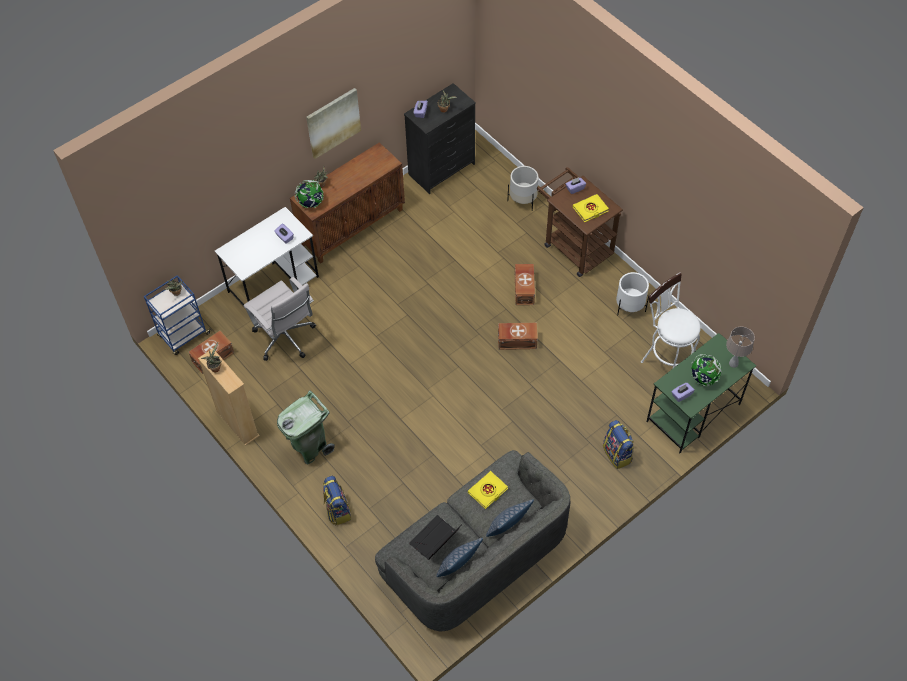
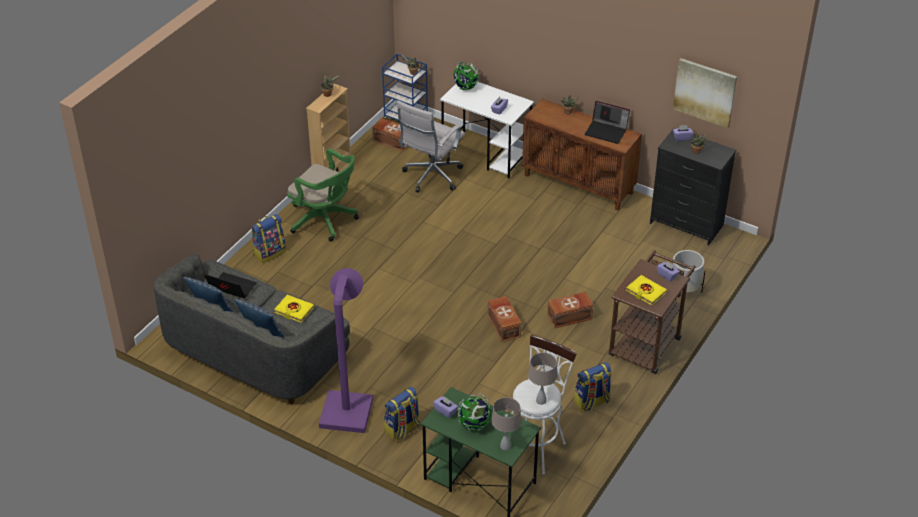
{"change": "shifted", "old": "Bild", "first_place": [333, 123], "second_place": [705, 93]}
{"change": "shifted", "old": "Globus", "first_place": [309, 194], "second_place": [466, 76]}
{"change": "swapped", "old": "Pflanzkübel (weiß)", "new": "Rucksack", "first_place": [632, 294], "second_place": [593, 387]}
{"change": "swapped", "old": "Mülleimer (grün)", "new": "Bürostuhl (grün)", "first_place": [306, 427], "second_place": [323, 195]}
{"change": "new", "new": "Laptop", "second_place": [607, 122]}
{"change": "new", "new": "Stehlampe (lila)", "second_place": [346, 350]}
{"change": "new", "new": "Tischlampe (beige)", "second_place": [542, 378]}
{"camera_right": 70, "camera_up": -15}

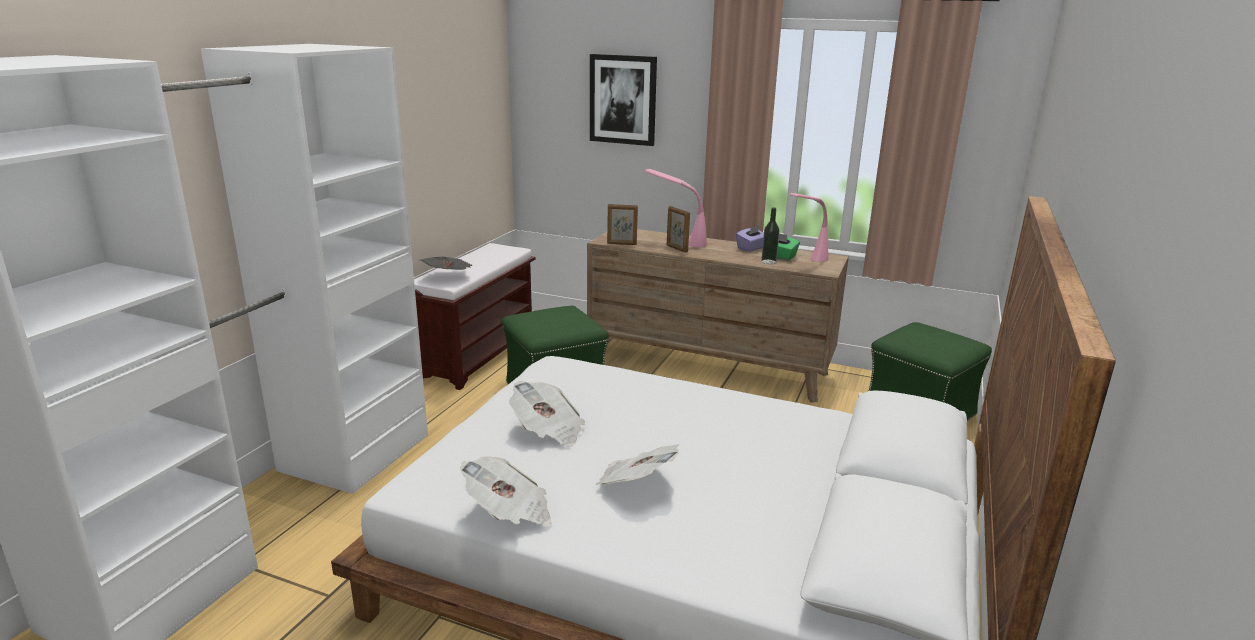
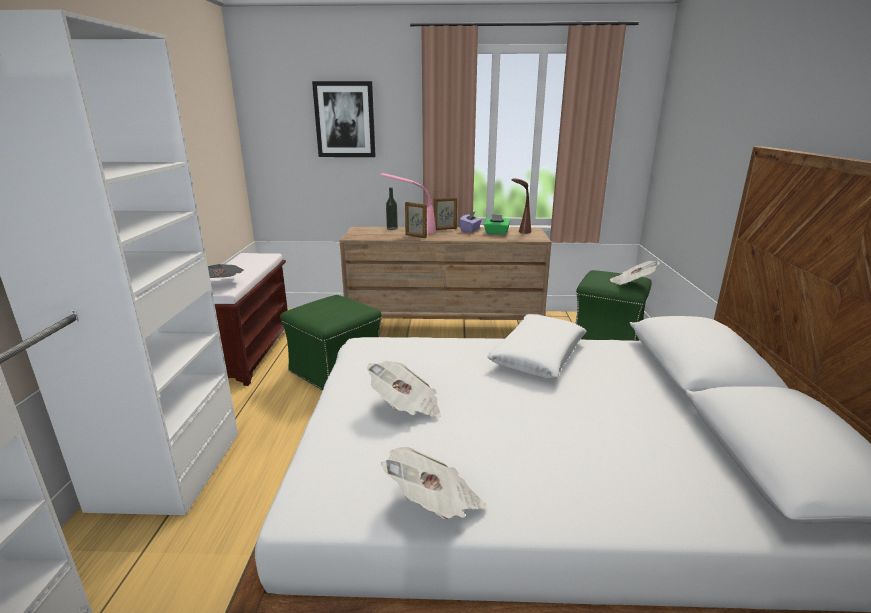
{"change": "repainted", "old": "Tischlampe (rosa)", "new": "Tischlampe (braun)", "first_place": [808, 227], "second_place": [521, 206]}
{"change": "shifted", "old": "Bilderrahmen", "first_place": [622, 224], "second_place": [445, 213]}
{"change": "shifted", "old": "Flasche", "first_place": [770, 236], "second_place": [392, 208]}
{"change": "shifted", "old": "Zeitung", "first_place": [637, 464], "second_place": [635, 273]}
{"change": "new", "new": "Kissen (weiß)", "second_place": [537, 346]}
{"camera_right": -20, "camera_up": 0}

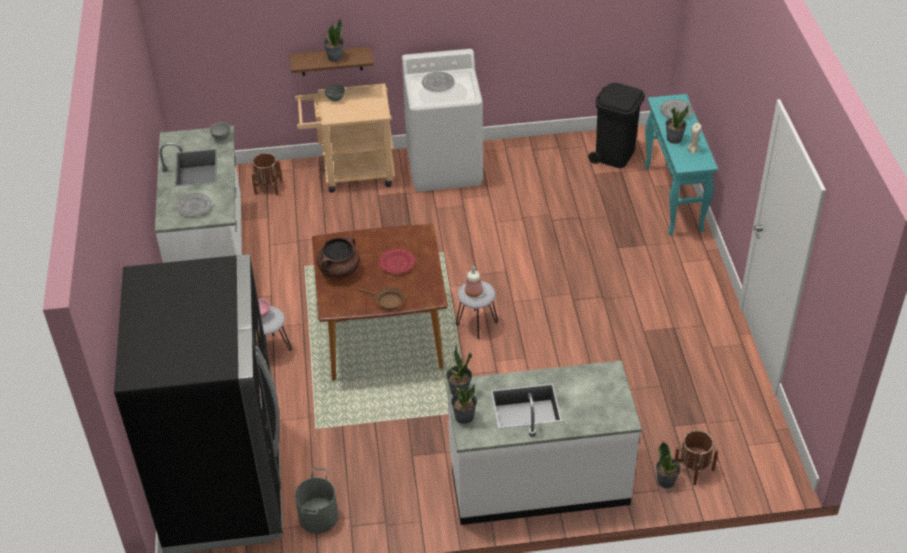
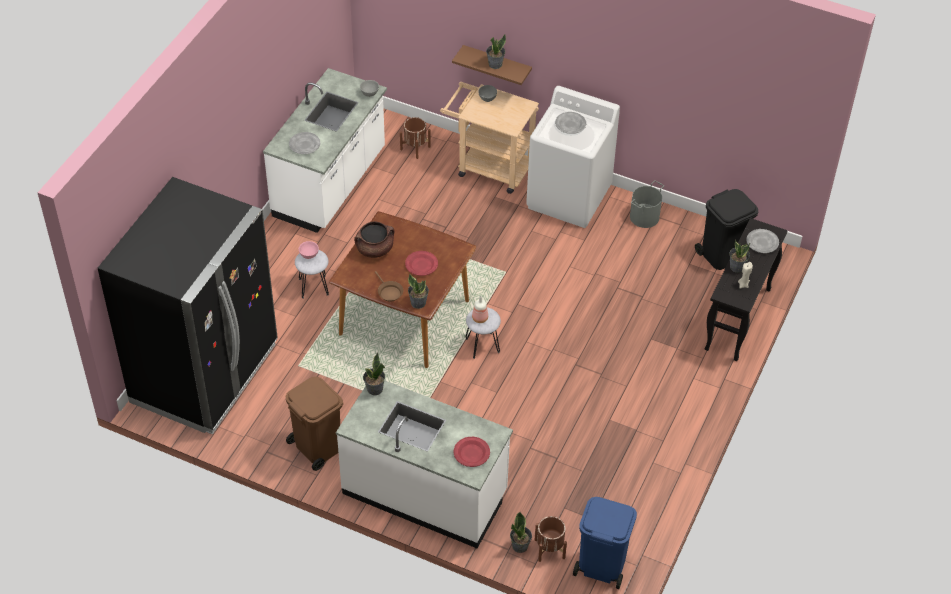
{"change": "repainted", "old": "Konsolentisch (türkis)", "new": "Konsolentisch (schwarz)", "first_place": [681, 164], "second_place": [746, 289]}
{"change": "shifted", "old": "Topfpflanze", "first_place": [464, 404], "second_place": [418, 291]}
{"change": "shifted", "old": "Eimer (grau)", "first_place": [316, 501], "second_place": [647, 204]}
{"change": "new", "new": "Mülleimer (braun)", "second_place": [314, 424]}
{"change": "new", "new": "Teller (rot)", "second_place": [472, 452]}
{"change": "new", "new": "Mülleimer (blau)", "second_place": [605, 543]}
{"camera_right": 30, "camera_up": 5}

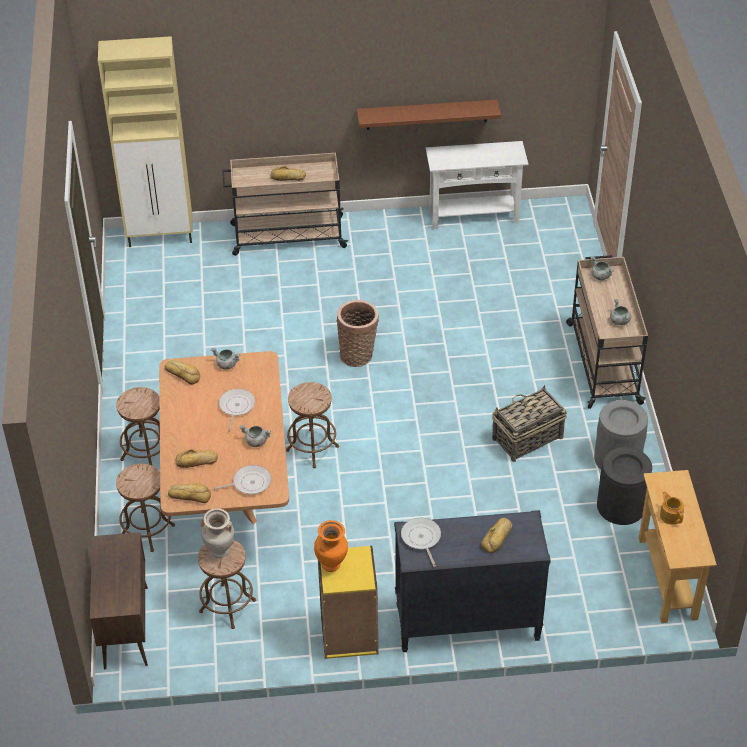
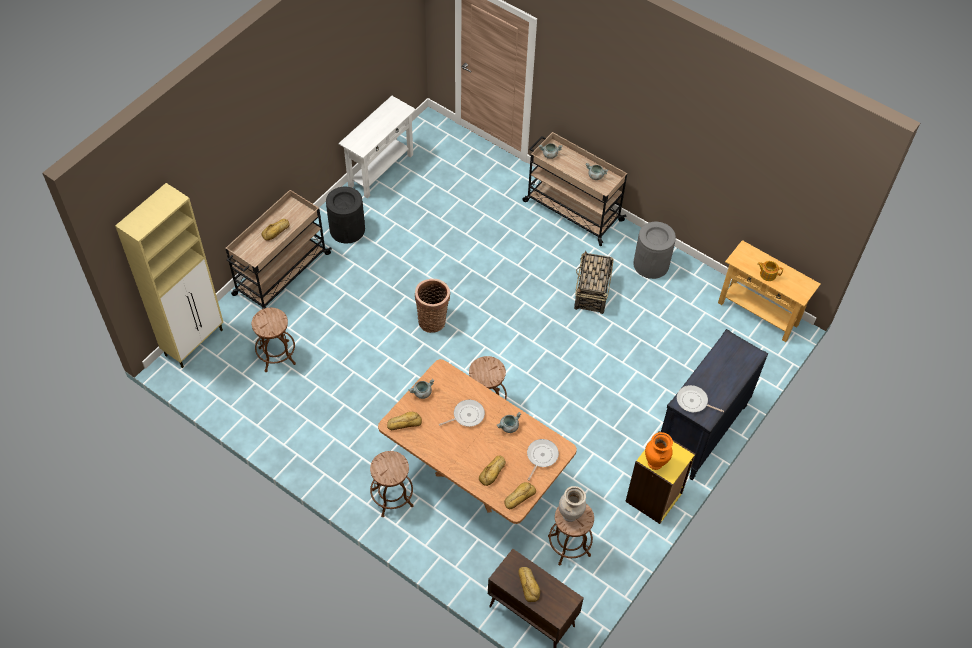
{"change": "gone", "old": "Wandregal (braun)", "first_place": [429, 115]}
{"change": "rotated", "old": "Pfanne", "first_place": [237, 410], "second_place": [462, 413], "degrees": 105}
{"change": "shifted", "old": "Mülleimer (schwarz)", "first_place": [624, 486], "second_place": [345, 215]}
{"change": "shifted", "old": "Hocker (braun)", "first_place": [145, 508], "second_place": [274, 340]}
{"change": "shifted", "old": "Brot", "first_place": [496, 535], "second_place": [529, 584]}
{"camera_right": -50, "camera_up": 10}

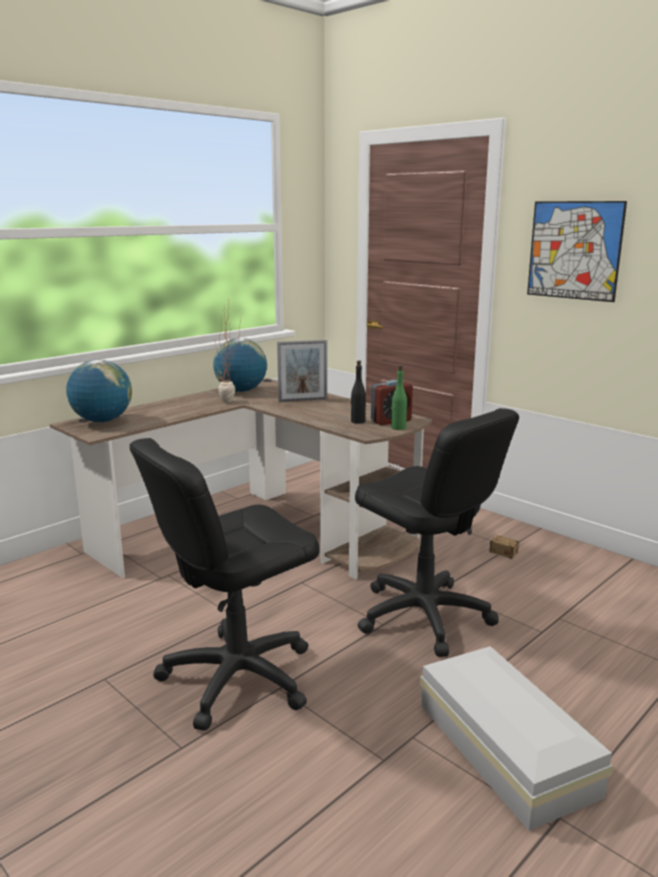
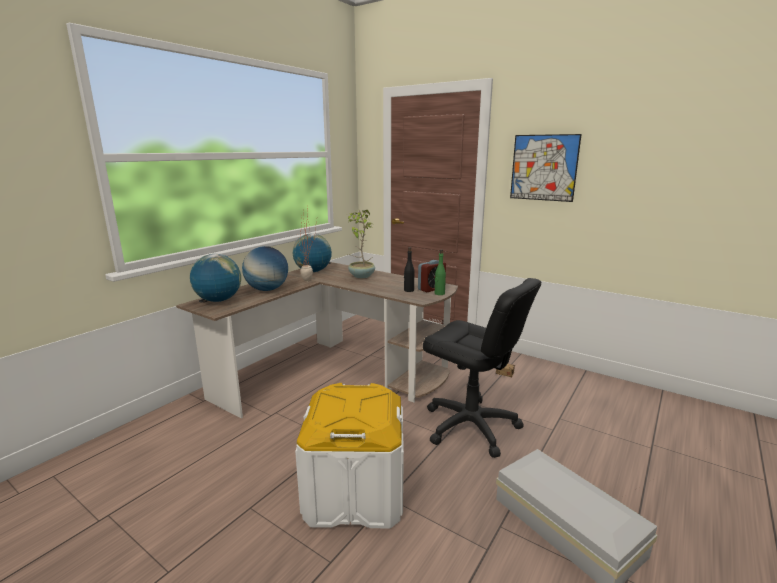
{"change": "swapped", "old": "Bilderrahmen", "new": "Topfpflanze", "first_place": [302, 371], "second_place": [360, 244]}
{"change": "swapped", "old": "Bürostuhl (schwarz)", "new": "Aufbewahrungsbox (weiß)", "first_place": [225, 584], "second_place": [349, 456]}
{"change": "new", "new": "Globus", "second_place": [265, 268]}
{"camera_right": -10, "camera_up": 0}

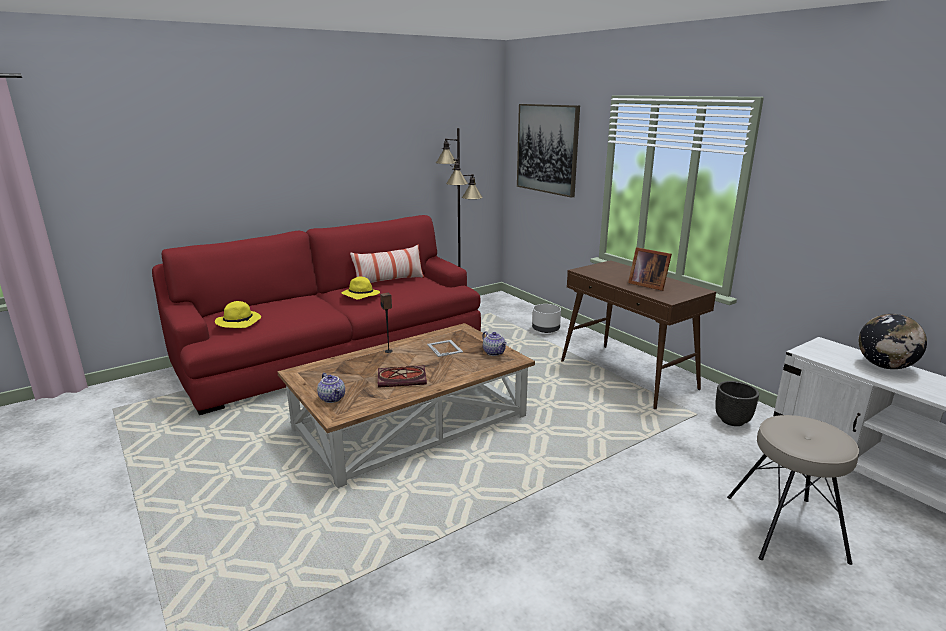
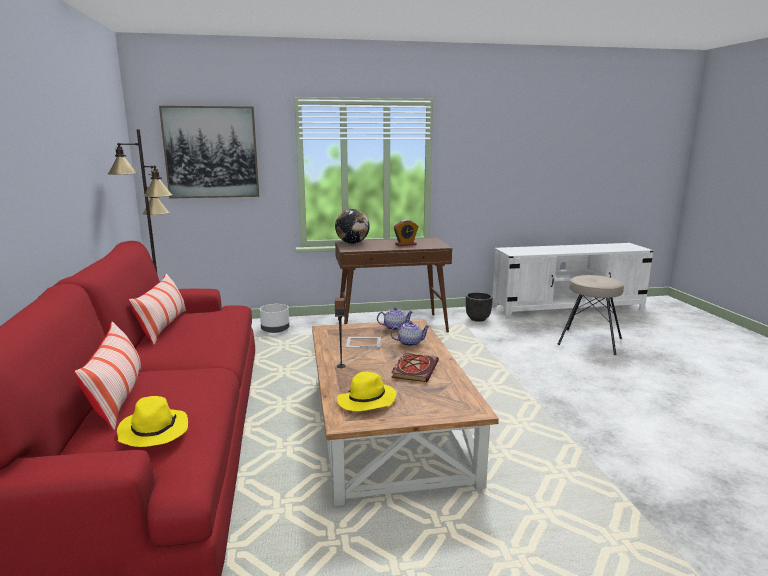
{"change": "swapped", "old": "Bilderrahmen", "new": "Wecker", "first_place": [650, 269], "second_place": [406, 233]}
{"change": "shifted", "old": "Hut (gelb)", "first_place": [361, 288], "second_place": [367, 391]}
{"change": "shifted", "old": "Globus", "first_place": [893, 341], "second_place": [352, 226]}
{"change": "shifted", "old": "Teekanne", "first_place": [331, 388], "second_place": [410, 333]}
{"change": "new", "new": "Kissen", "second_place": [108, 375]}
{"camera_right": -65, "camera_up": -5}

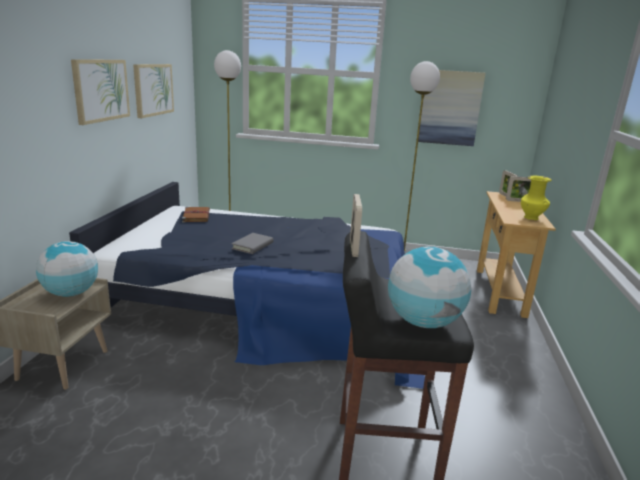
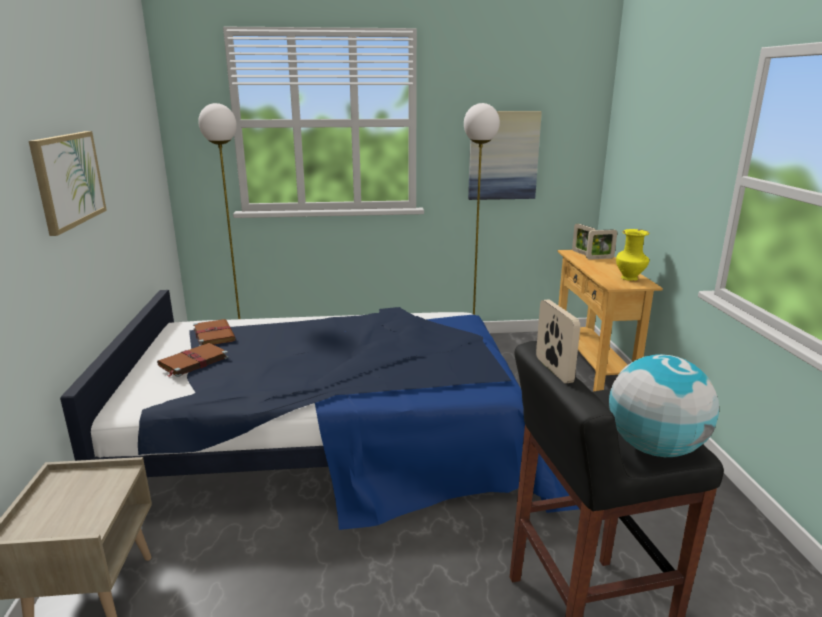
{"change": "gone", "old": "Bild", "first_place": [153, 91]}
{"change": "gone", "old": "Buch (grau)", "first_place": [252, 243]}
{"change": "gone", "old": "Globus", "first_place": [67, 269]}
{"change": "new", "new": "Buch (braun)", "second_place": [193, 360]}
{"camera_right": -15, "camera_up": 0}

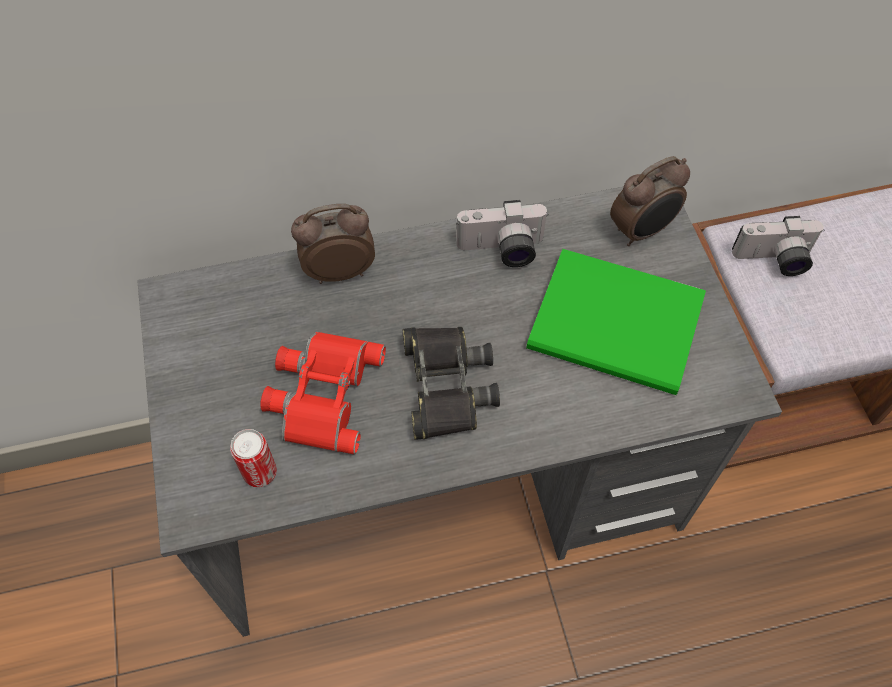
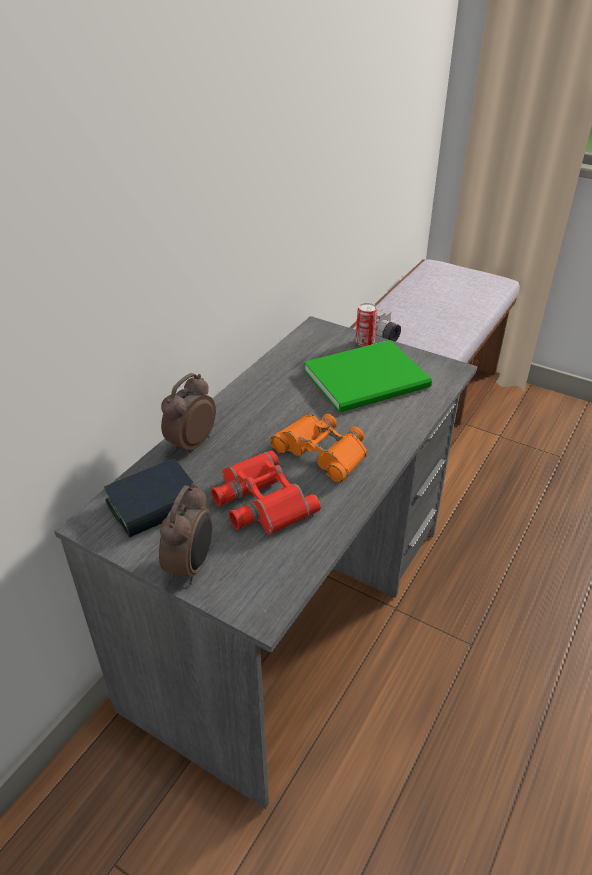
{"change": "shifted", "old": "Wecker", "first_place": [650, 201], "second_place": [185, 534]}
{"change": "gone", "old": "Kamera", "first_place": [502, 233]}
{"change": "repainted", "old": "Fernglas (schwarz)", "new": "Fernglas (orange)", "first_place": [451, 383], "second_place": [318, 448]}
{"change": "shifted", "old": "Dose", "first_place": [253, 458], "second_place": [366, 324]}
{"change": "new", "new": "Buch", "second_place": [150, 497]}
{"camera_right": -45, "camera_up": -20}

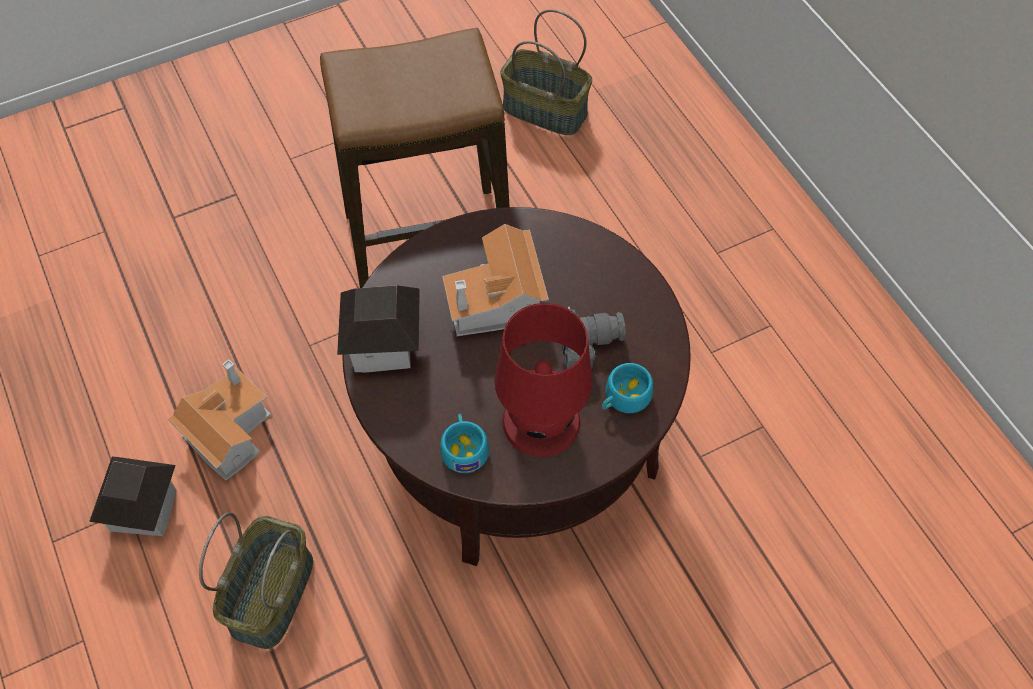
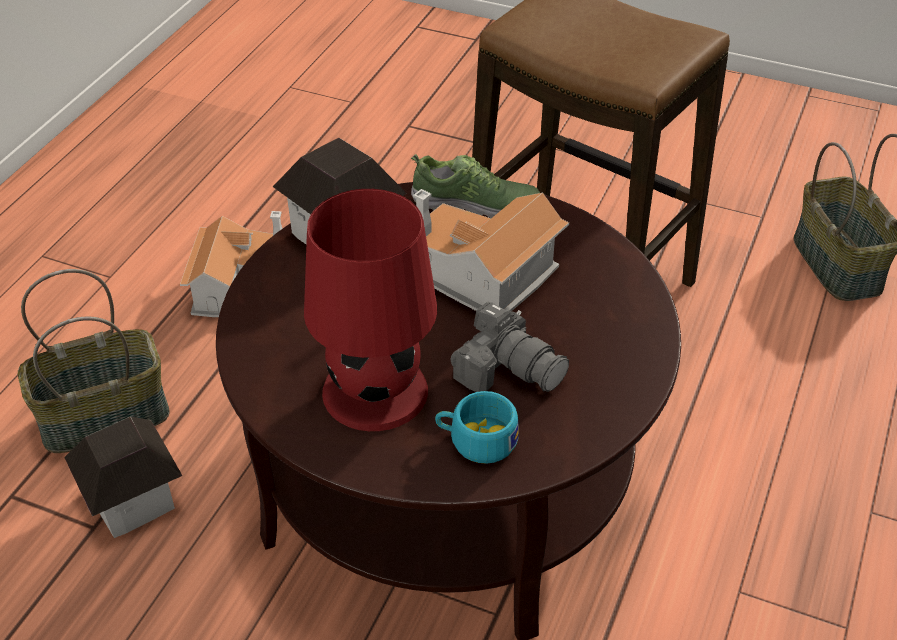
{"change": "gone", "old": "Tasse (türkis)", "first_place": [464, 443]}
{"change": "shifted", "old": "Spielzeughaus", "first_place": [133, 496], "second_place": [123, 477]}
{"change": "new", "new": "Schuh", "second_place": [475, 186]}
{"camera_right": 50, "camera_up": -15}

